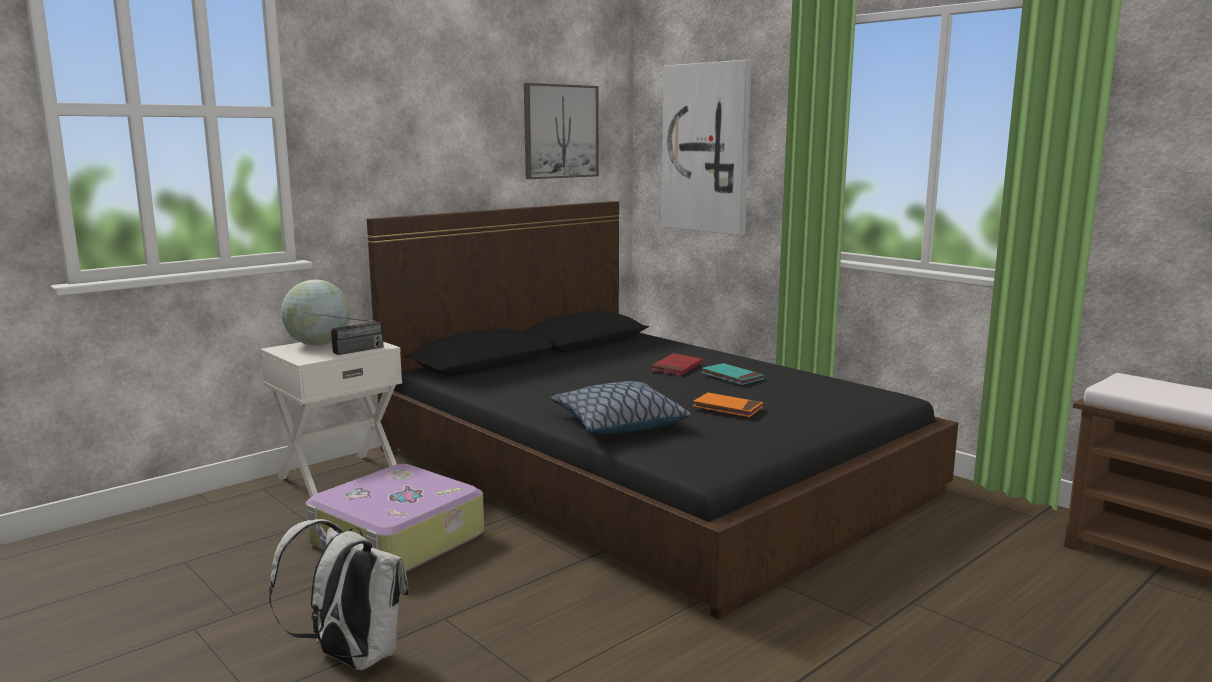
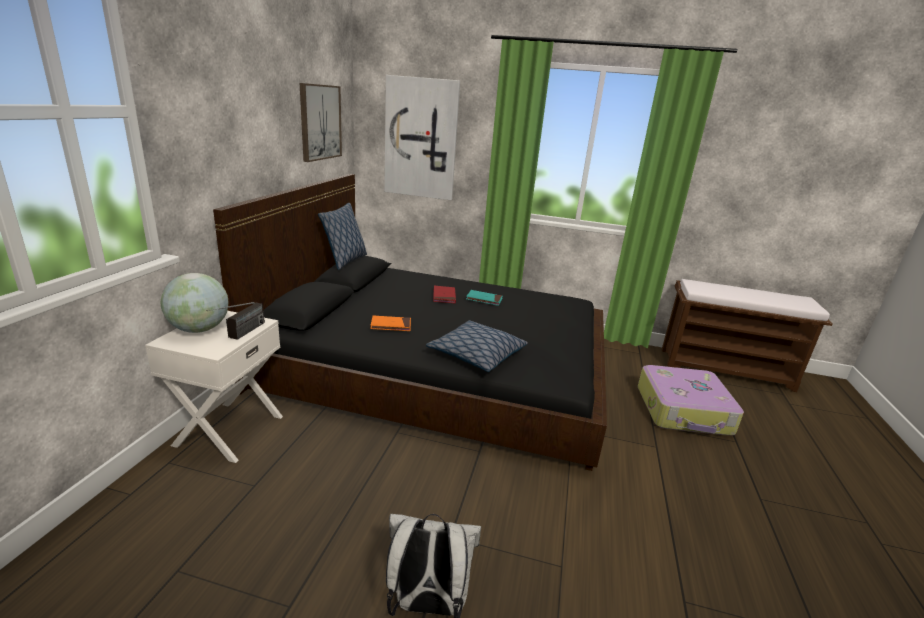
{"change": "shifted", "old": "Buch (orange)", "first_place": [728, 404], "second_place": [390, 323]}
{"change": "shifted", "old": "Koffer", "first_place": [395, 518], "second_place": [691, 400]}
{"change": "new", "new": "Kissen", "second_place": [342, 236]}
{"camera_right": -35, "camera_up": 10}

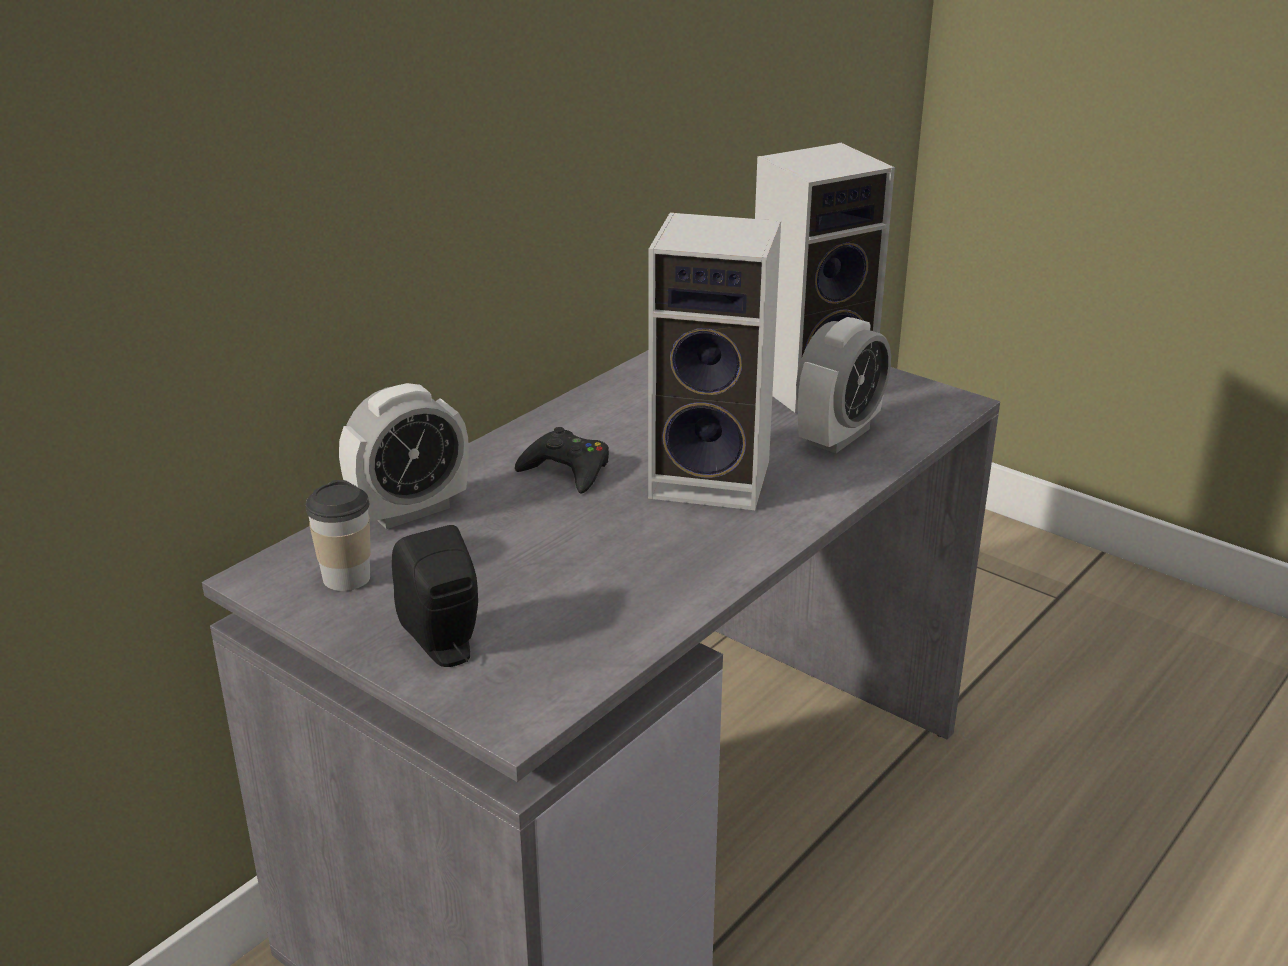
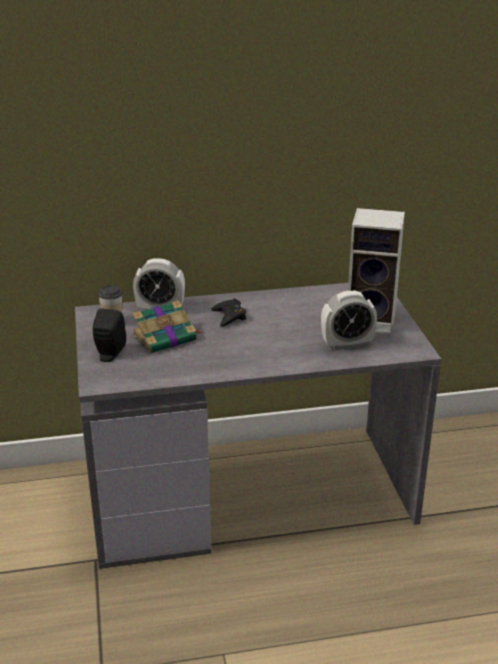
{"change": "gone", "old": "Lautsprecher", "first_place": [714, 361]}
{"change": "new", "new": "Buch", "second_place": [167, 326]}
{"camera_right": 40, "camera_up": 0}

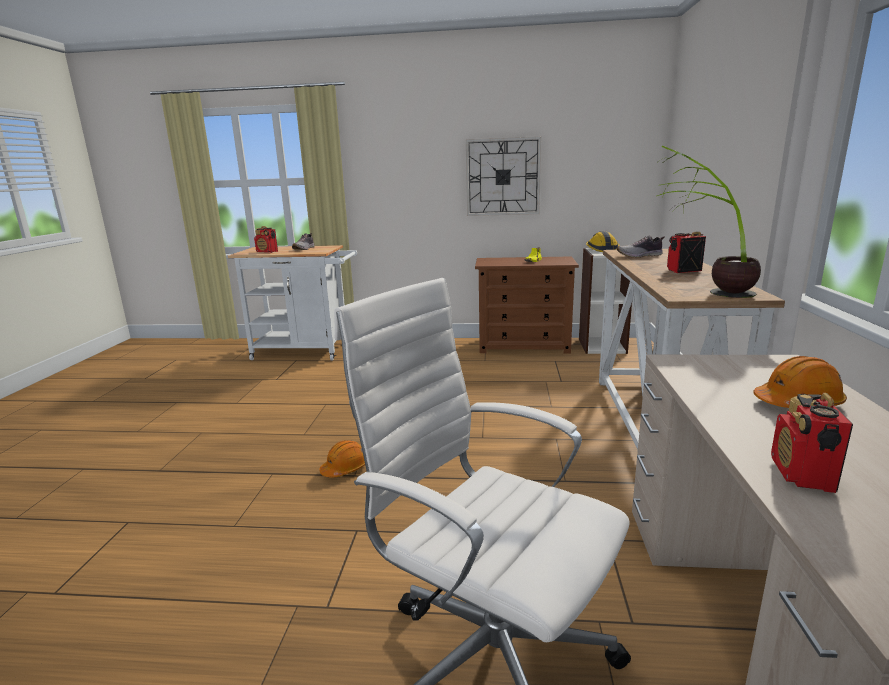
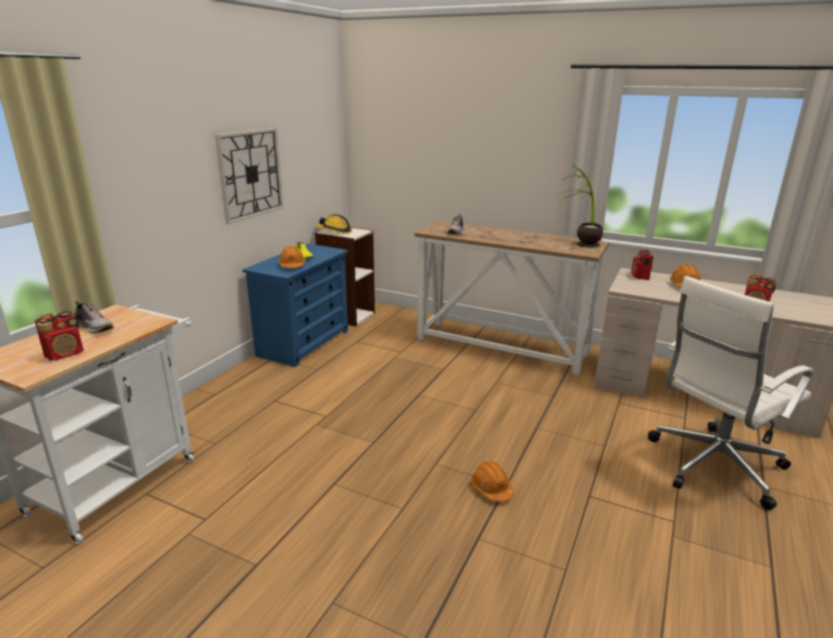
{"change": "shifted", "old": "Radio", "first_place": [686, 252], "second_place": [642, 264]}
{"change": "repainted", "old": "Kommode (braun)", "new": "Kommode (blau)", "first_place": [527, 304], "second_place": [295, 305]}
{"change": "new", "new": "Schutzhelm (orange)", "second_place": [291, 257]}
{"camera_right": -70, "camera_up": 5}

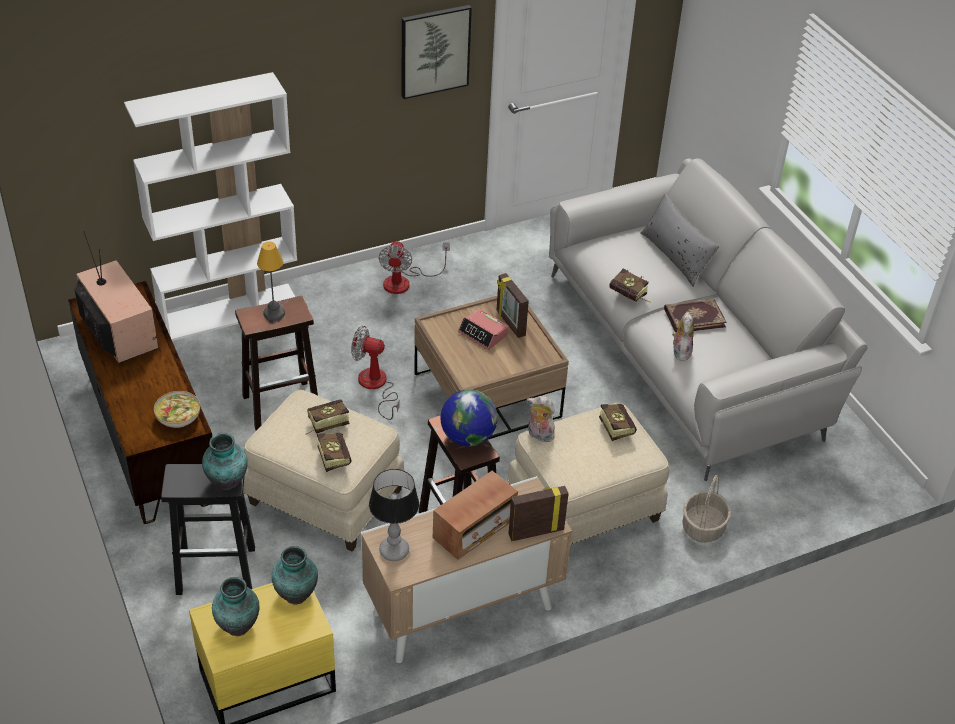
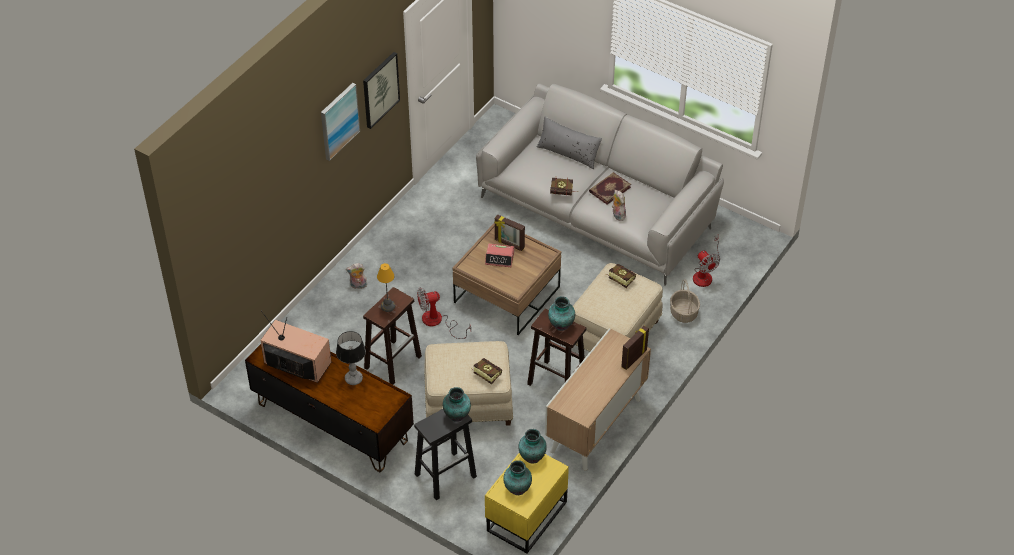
{"change": "gone", "old": "Bücherregal (weiß)", "first_place": [210, 206]}
{"change": "shifted", "old": "Ventilator", "first_place": [414, 267], "second_place": [706, 260]}
{"change": "swapped", "old": "Globus", "new": "Vase", "first_place": [469, 418], "second_place": [561, 313]}
{"change": "gone", "old": "Schüssel", "first_place": [177, 409]}
{"change": "shifted", "old": "Plüschtier", "first_place": [540, 419], "second_place": [356, 276]}
{"change": "gone", "old": "Buch", "first_place": [327, 417]}
{"change": "shifted", "old": "Tischlampe", "first_place": [394, 515], "second_place": [351, 358]}
{"change": "gone", "old": "Radio", "first_place": [475, 515]}
{"change": "new", "new": "Bild", "second_place": [340, 122]}
{"camera_right": -30, "camera_up": 5}

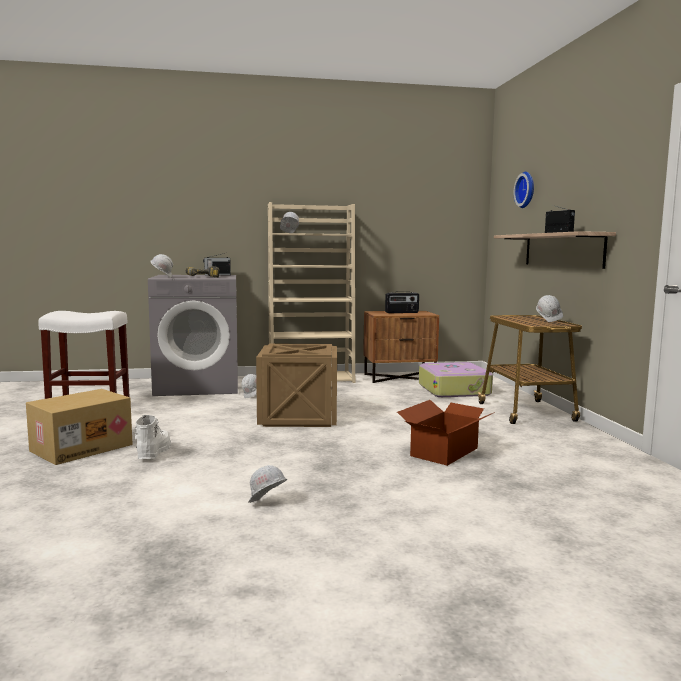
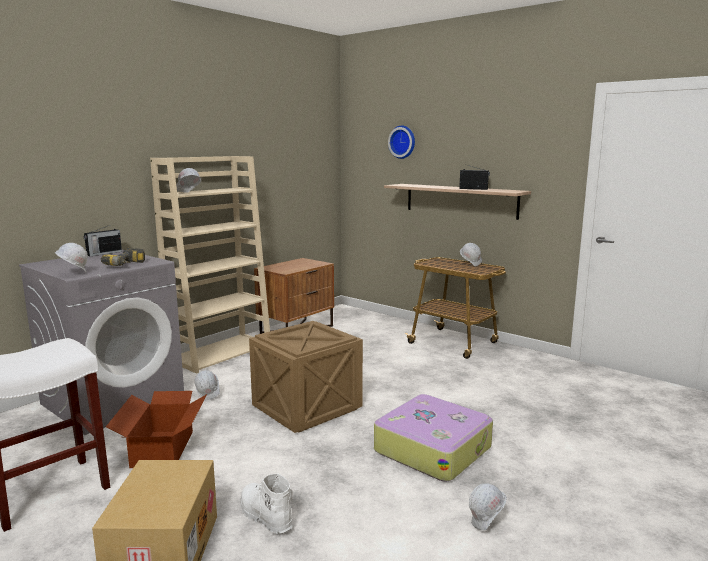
{"change": "gone", "old": "Radio", "first_place": [402, 302]}
{"change": "shifted", "old": "Koffer", "first_place": [456, 379], "second_place": [433, 438]}
{"change": "shifted", "old": "Karton", "first_place": [446, 433], "second_place": [156, 429]}
{"camera_right": -40, "camera_up": 5}

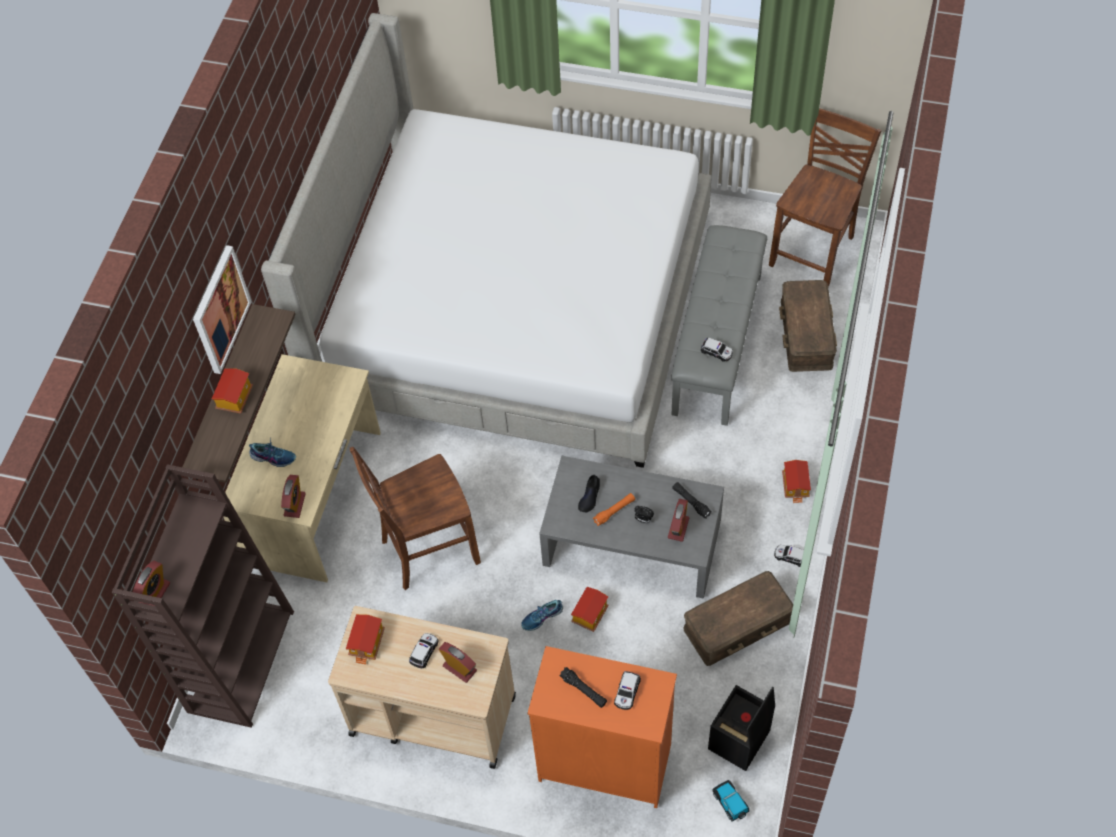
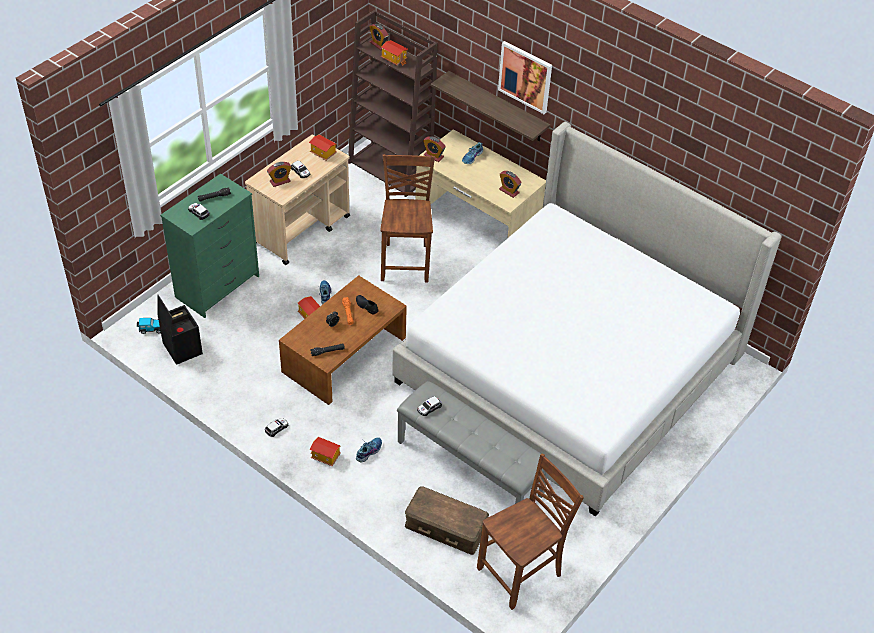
{"change": "rotated", "old": "Stuhl (braun)", "first_place": [825, 197], "second_place": [530, 531], "degrees": -90}
{"change": "shifted", "old": "Spielzeughaus", "first_place": [232, 391], "second_place": [394, 53]}
{"change": "repainted", "old": "Couchtisch (grau)", "new": "Couchtisch (braun)", "first_place": [631, 527], "second_place": [343, 340]}
{"change": "shifted", "old": "Wecker", "first_place": [678, 520], "second_place": [510, 184]}
{"change": "gone", "old": "Aufbewahrungsbox (braun)", "first_place": [738, 618]}
{"change": "repainted", "old": "Kommode (orange)", "new": "Kommode (grün)", "first_place": [602, 727], "second_place": [209, 246]}
{"change": "new", "new": "Schuh", "second_place": [369, 450]}
{"camera_right": 110, "camera_up": -10}

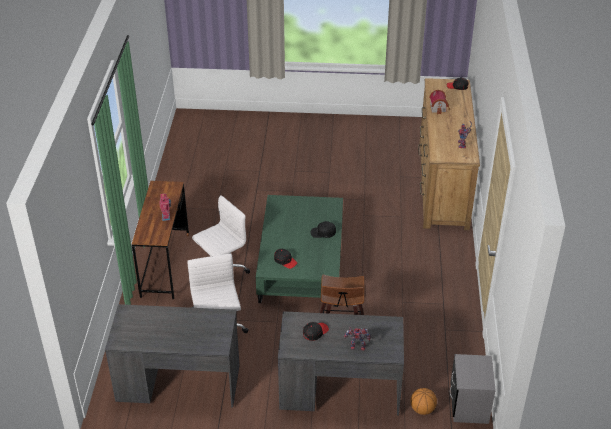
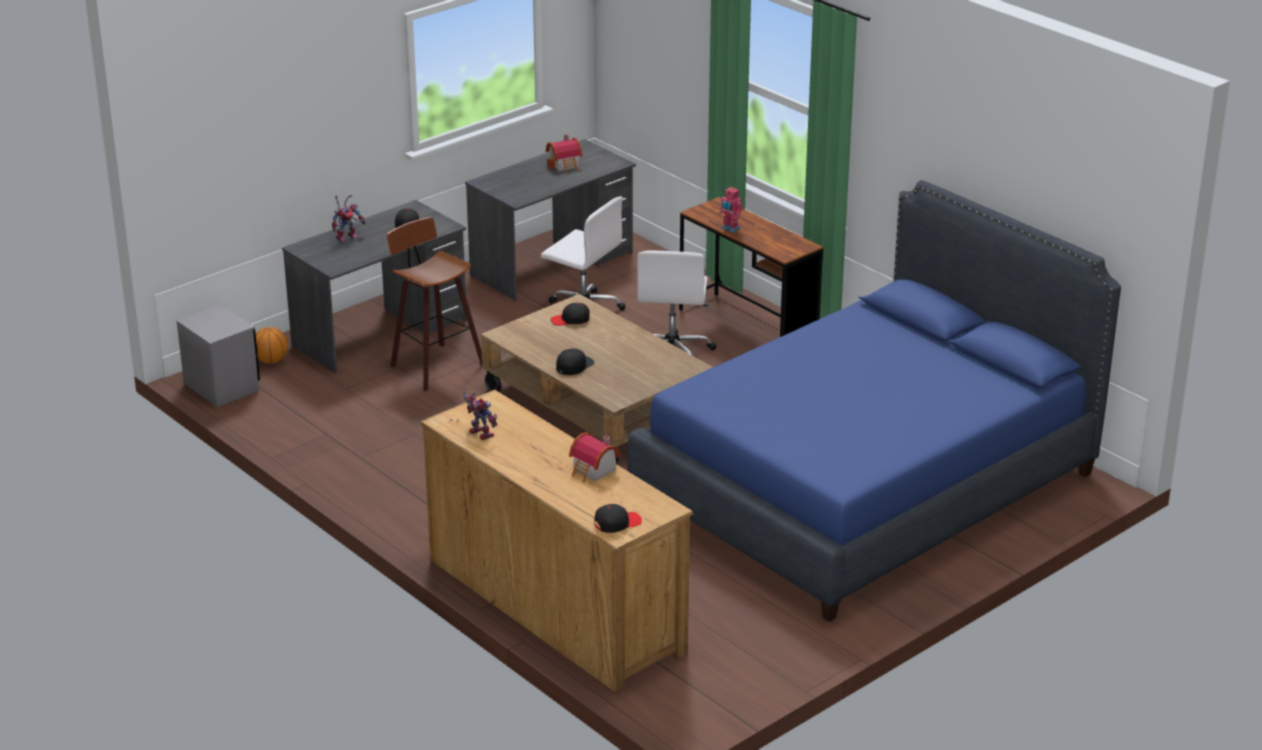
{"change": "repainted", "old": "Couchtisch (grün)", "new": "Couchtisch (braun)", "first_place": [299, 251], "second_place": [597, 379]}
{"change": "new", "new": "Spielzeughaus", "second_place": [564, 153]}
{"change": "new", "new": "Bett (blau)", "second_place": [874, 401]}
{"camera_right": 135, "camera_up": -10}

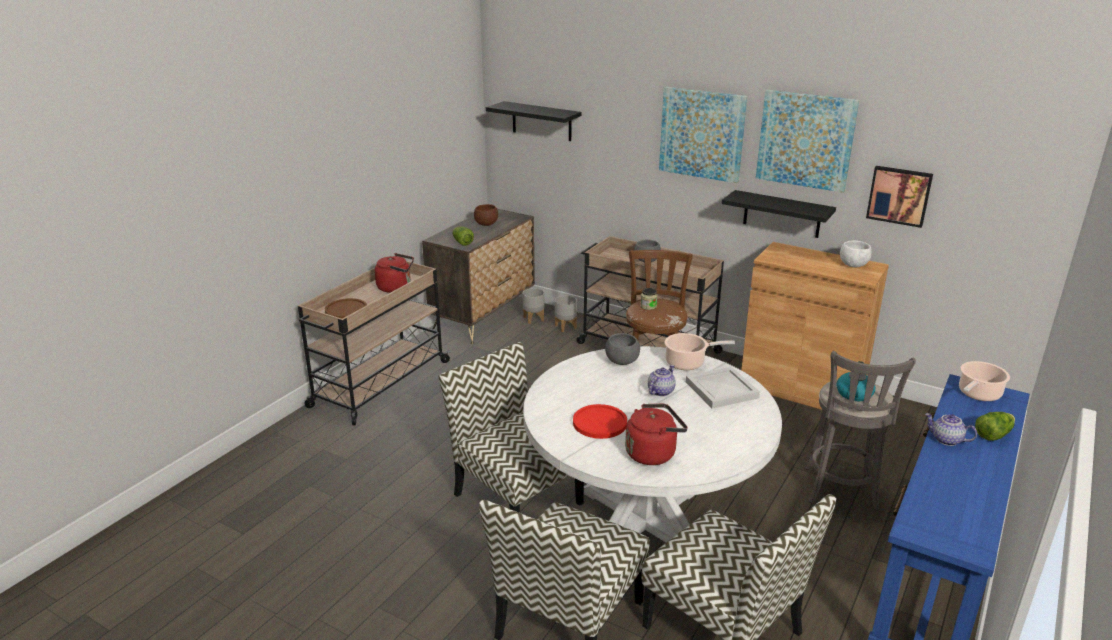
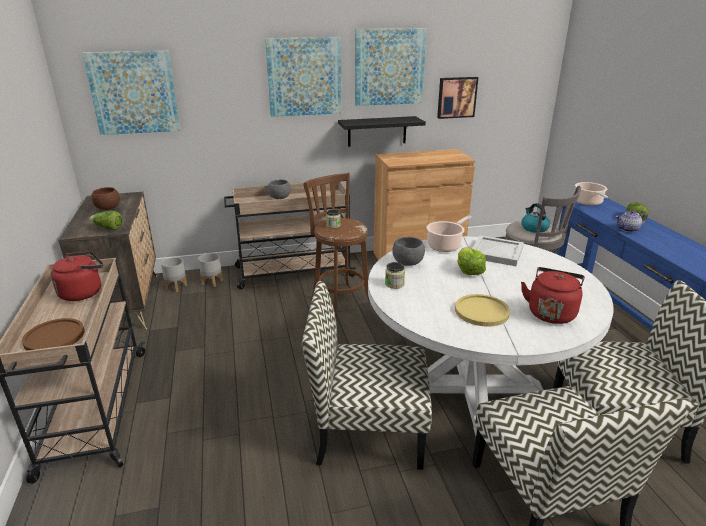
{"change": "swapped", "old": "Wandregal (schwarz)", "new": "Bild", "first_place": [534, 121], "second_place": [131, 93]}
{"change": "gone", "old": "Schüssel (weiß)", "first_place": [856, 253]}
{"change": "swapped", "old": "Teekanne", "new": "Salatkopf", "first_place": [662, 380], "second_place": [471, 261]}
{"change": "repainted", "old": "Teller (rot)", "new": "Teller (gelb)", "first_place": [600, 421], "second_place": [482, 310]}
{"change": "new", "new": "Vorratsglas", "second_place": [395, 275]}
{"camera_right": -45, "camera_up": 0}

